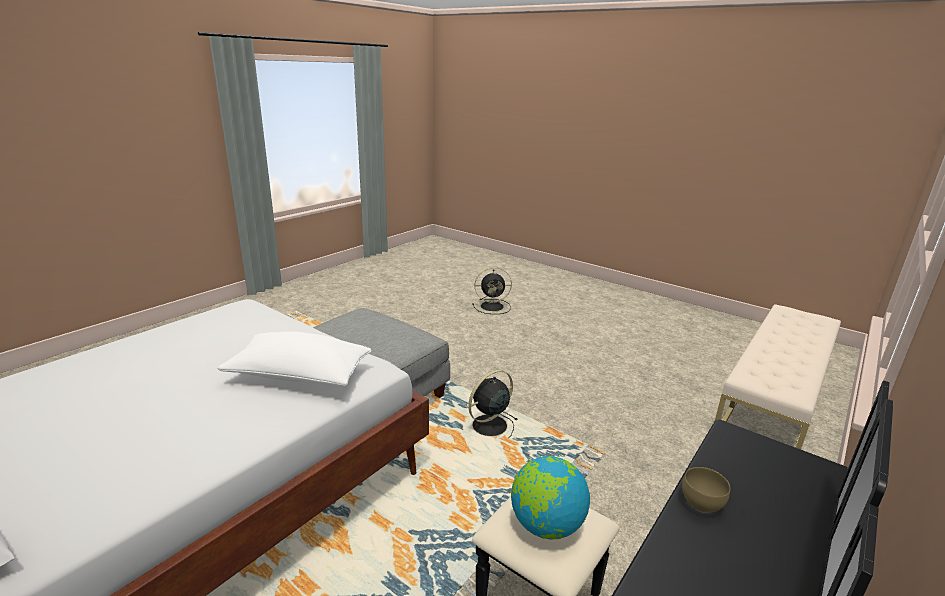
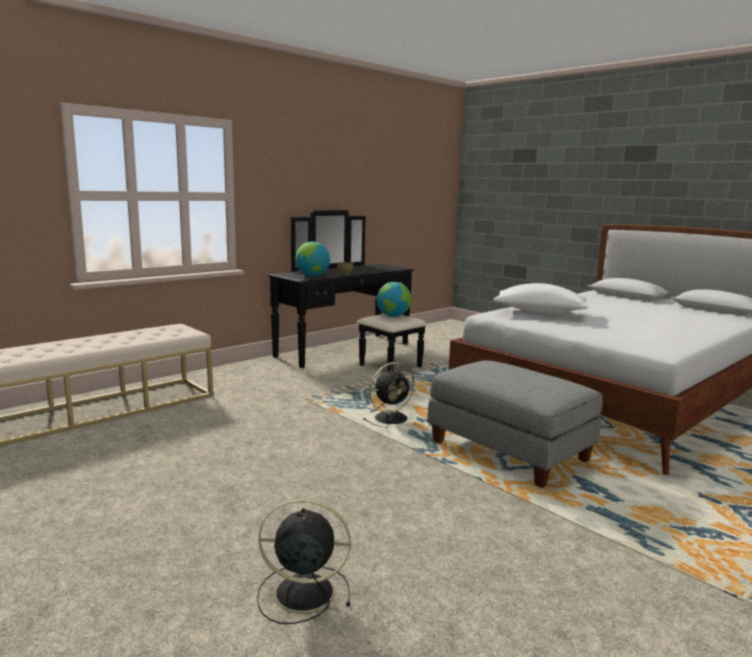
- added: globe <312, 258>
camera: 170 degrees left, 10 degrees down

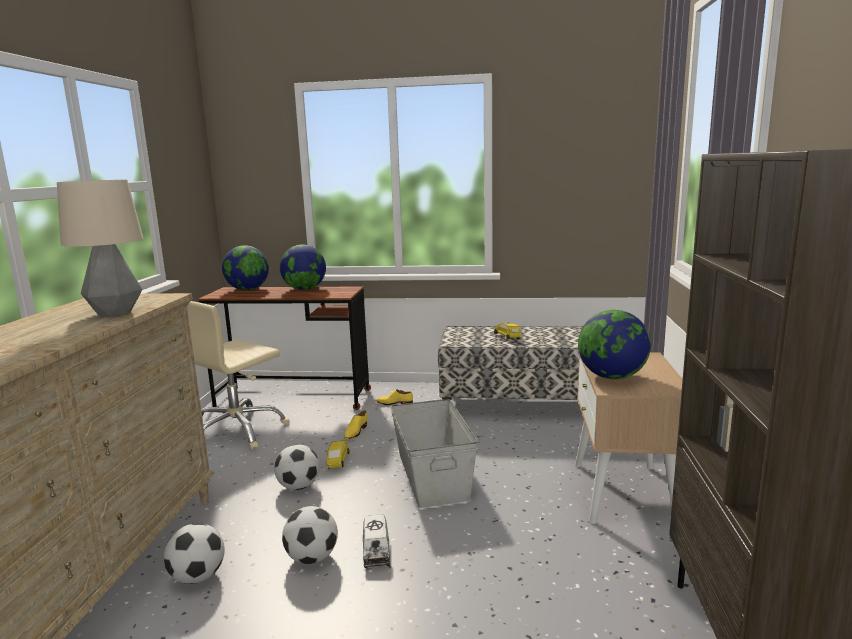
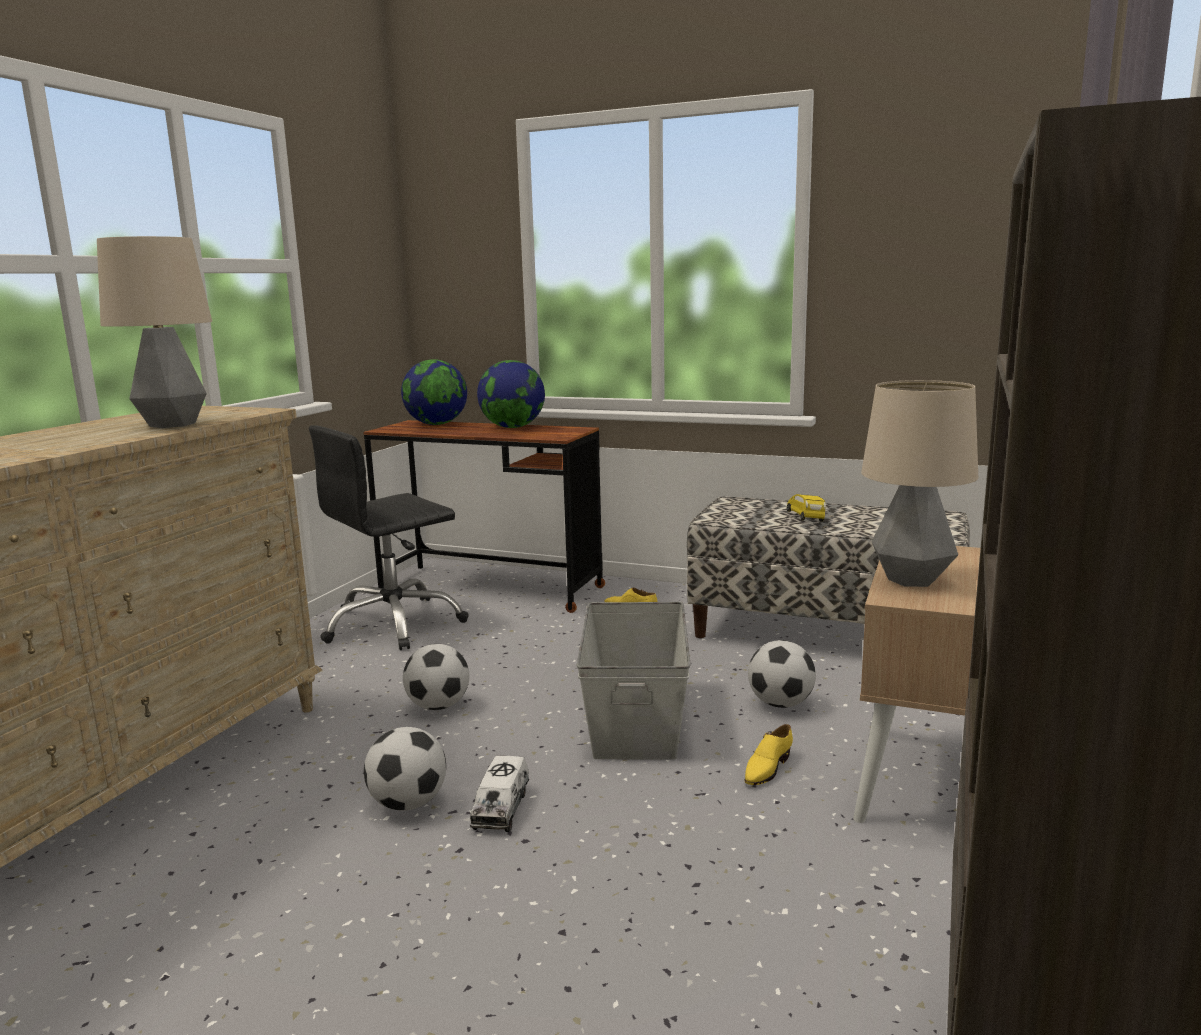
- recoloured: beige office chair <238, 375> to black office chair <389, 537>
- moved: yellow shoe <356, 424> to <768, 754>
- moved: football <194, 553> to <782, 674>
- replaced: globe <614, 344> to table lamp <919, 483>
- removed: yellow toy car <338, 454>
camera: 15 degrees right, 0 degrees up

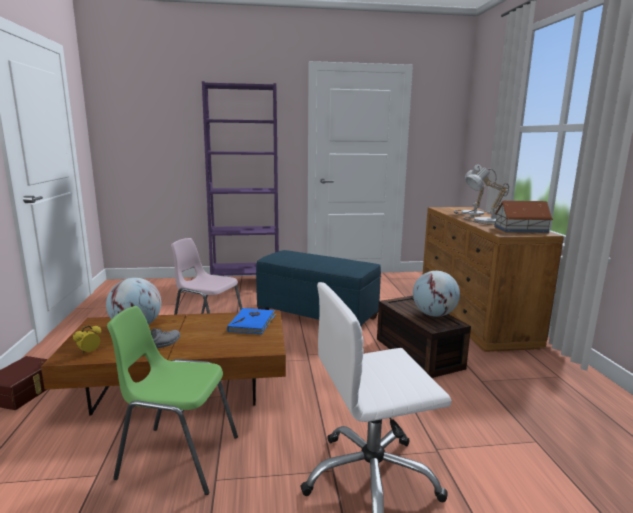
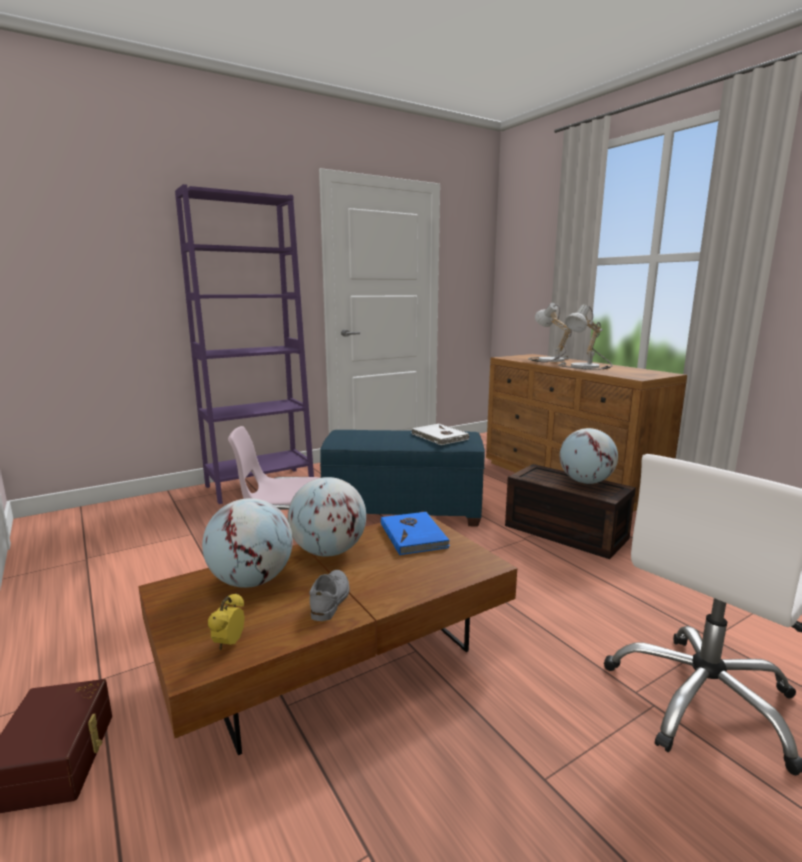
- added: globe <327, 517>
- added: white book <440, 434>
- removed: green chair <172, 400>
- removed: toy house <524, 217>
camera: 25 degrees left, 0 degrees up

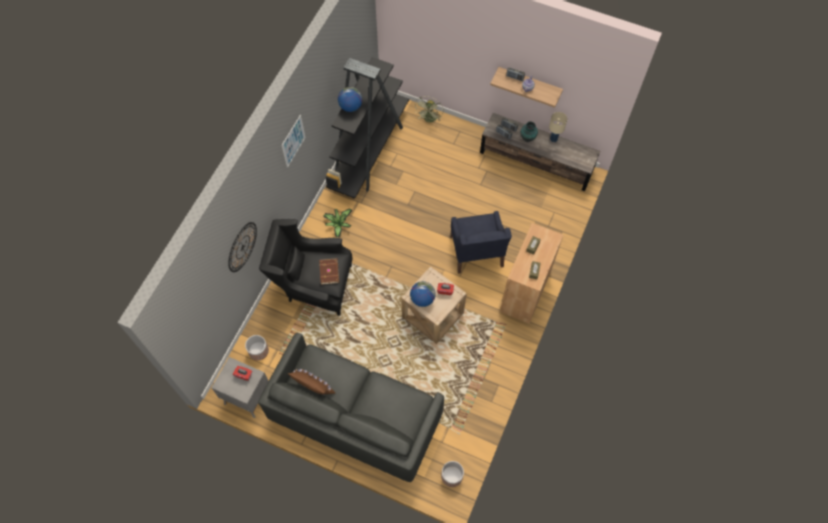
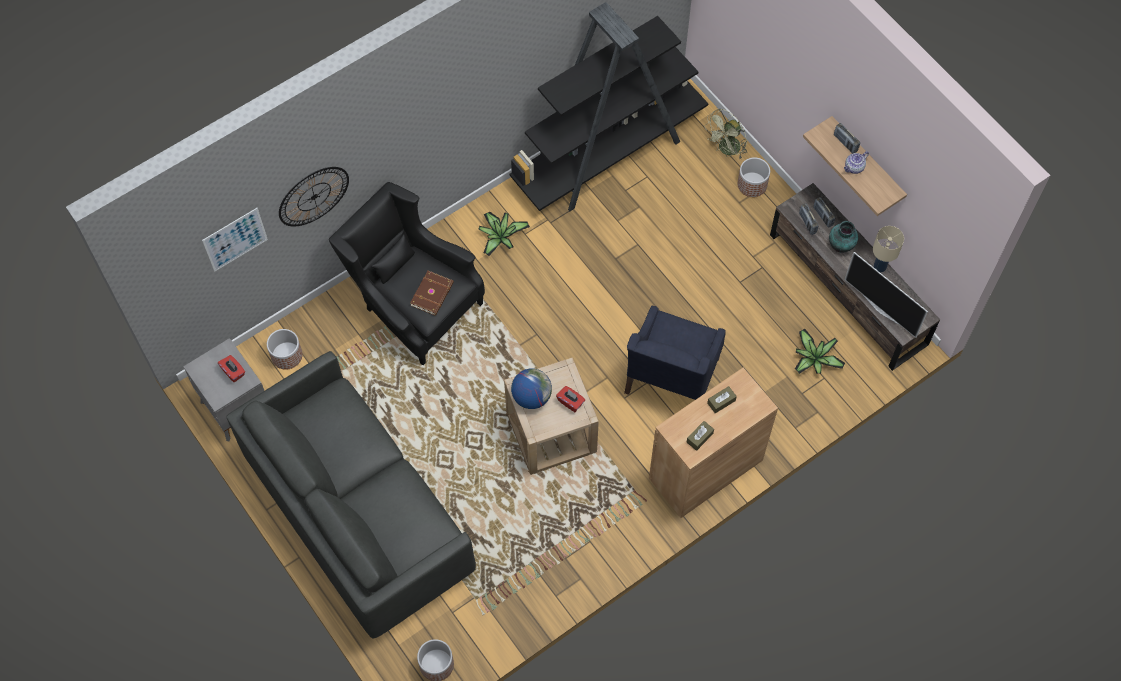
- moved: picture <293, 141> to <235, 240>
- added: planter <754, 177>
- added: potted plant <820, 351>
- added: television <886, 295>
- removed: brown pillow <312, 381>
- removed: globe <350, 99>
camera: 30 degrees right, 0 degrees up

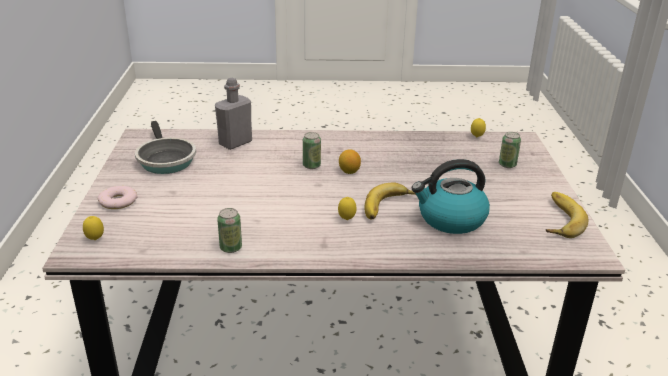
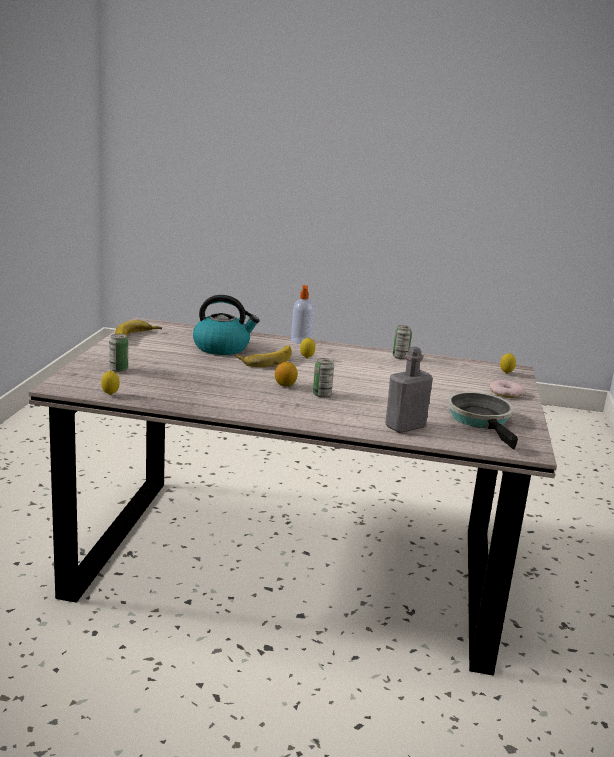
- added: soap dispenser <302, 314>
camera: 170 degrees left, 10 degrees down

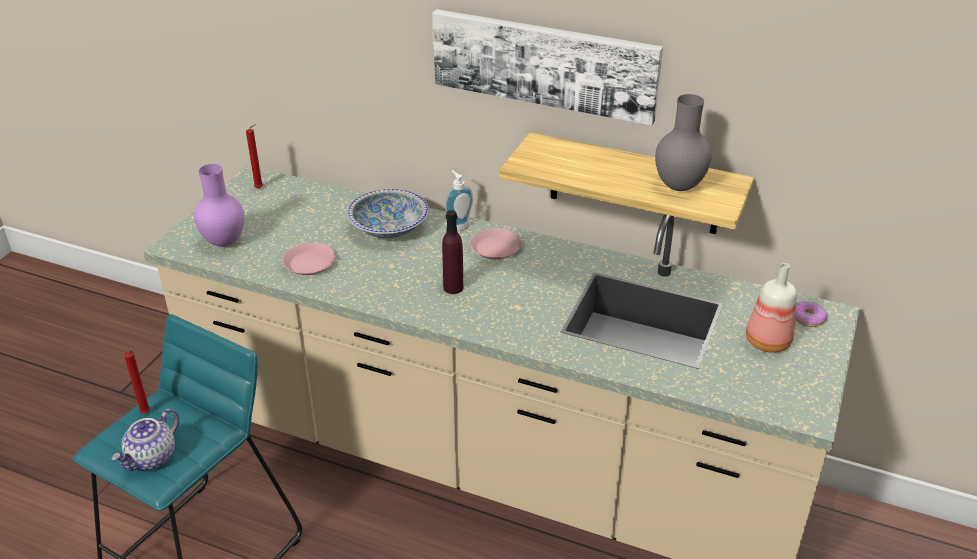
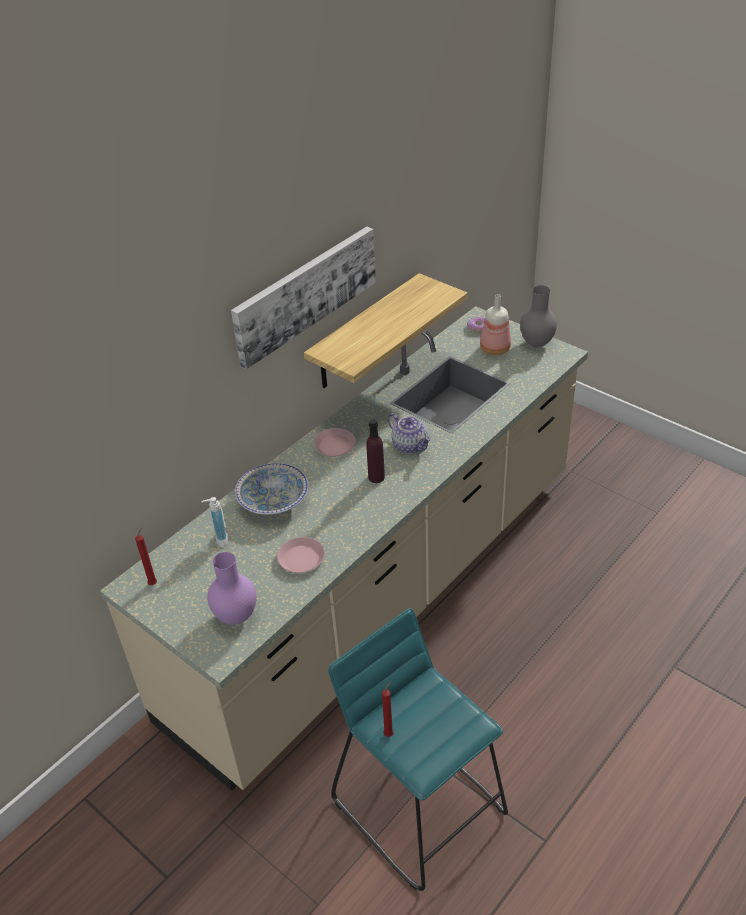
- moved: soap dispenser <459, 201> to <214, 522>
- moved: teapot <145, 440> to <410, 433>
- moved: grey vase <683, 142> to <538, 316>
camera: 70 degrees left, 5 degrees up

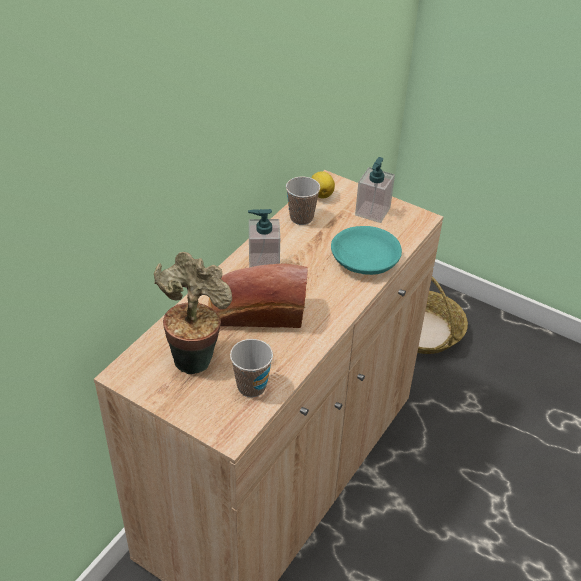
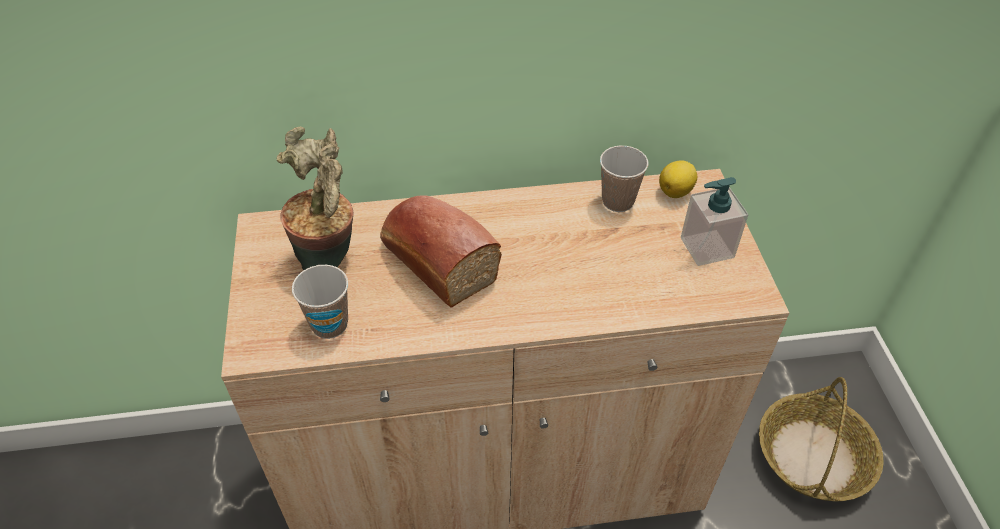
- removed: soap dispenser <264, 238>
- removed: turquoise bowl <366, 250>
camera: 50 degrees right, 5 degrees up

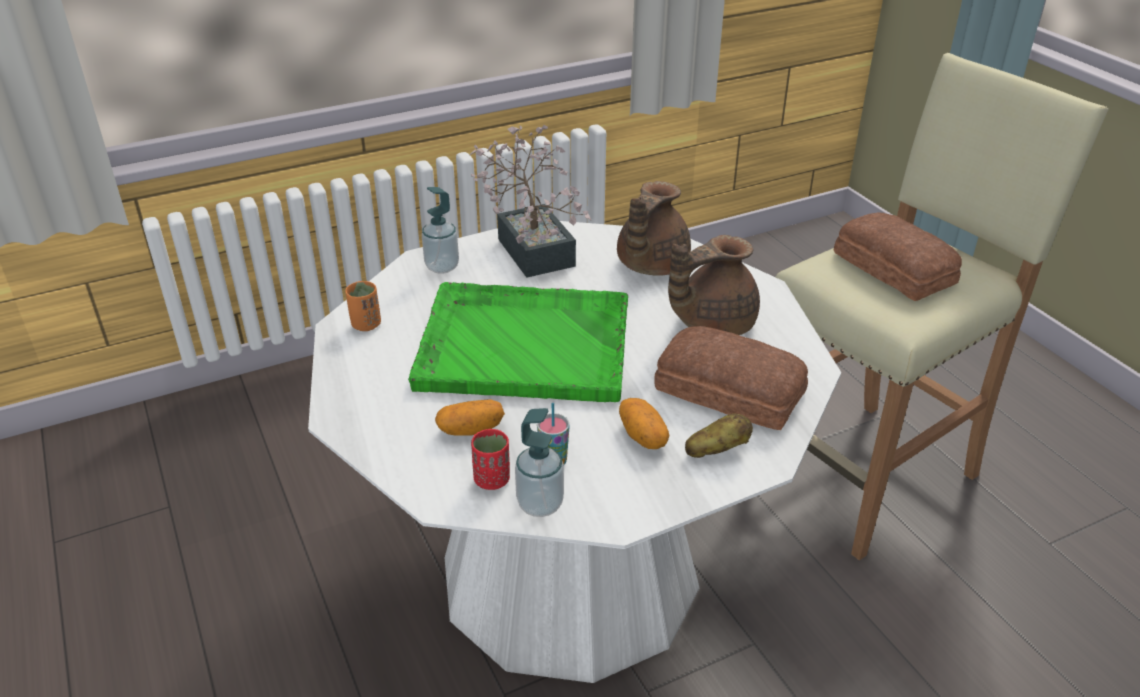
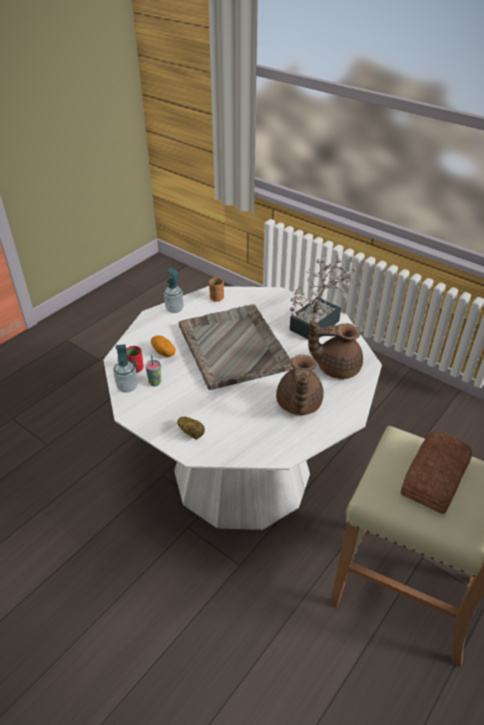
- moved: soap dispenser <440, 230> to <174, 290>
- recoloured: green tray <518, 342> to grey tray <235, 347>
- turned: brown teapot <714, 285> = <300, 385> 120 degrees counterclockwise
- removed: potato <644, 423>
- removed: bread <731, 378>
camera: 65 degrees right, 5 degrees up

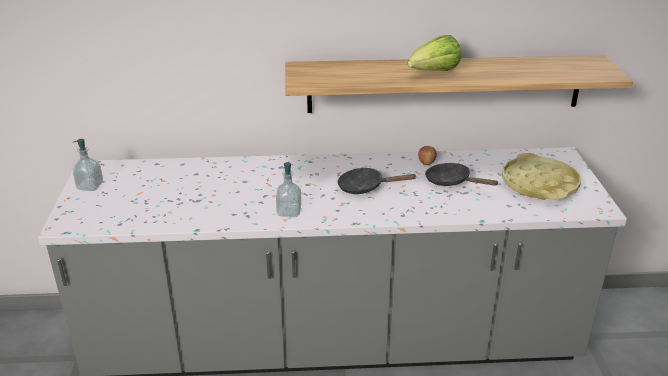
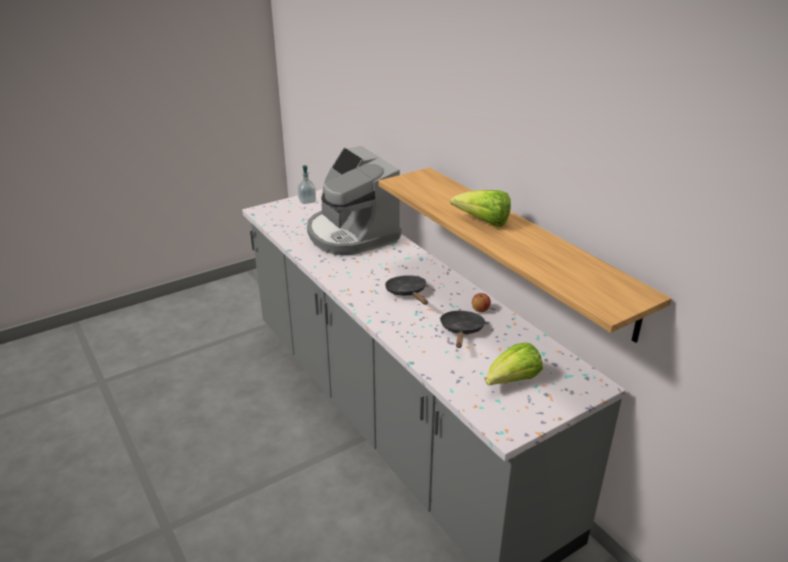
- added: coffee machine <354, 200>
- replaced: yellow tray <541, 176> to lettuce <514, 364>
- removed: soap dispenser <288, 189>
camera: 60 degrees right, 0 degrees up

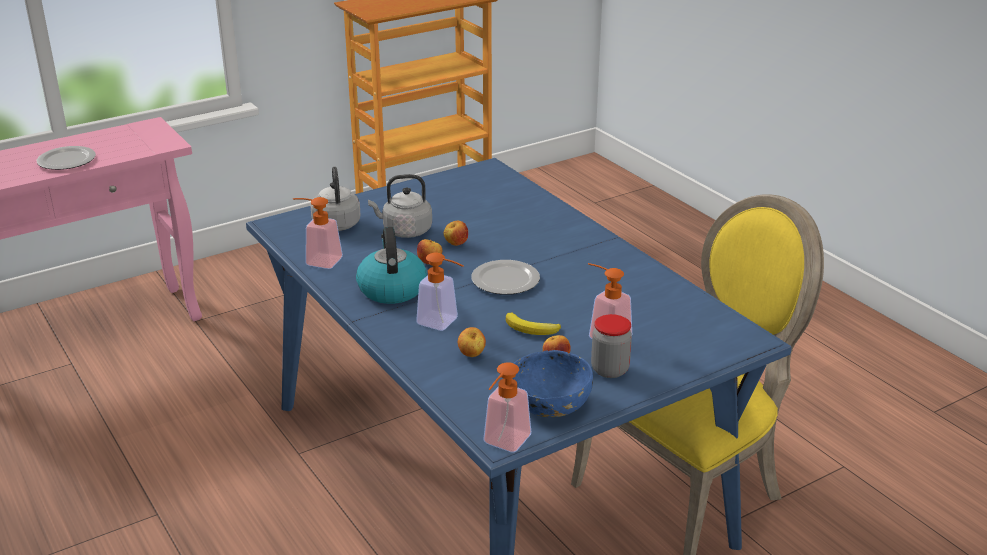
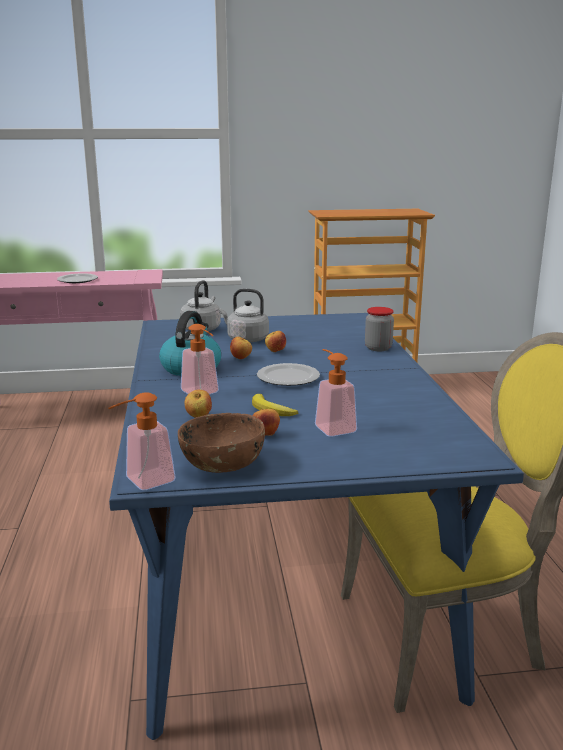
- recoloured: blue bowl <552, 383> to brown bowl <221, 443>
- moved: jar <611, 346> to <379, 329>
- removed: soap dispenser <318, 233>
camera: 25 degrees right, 10 degrees down

